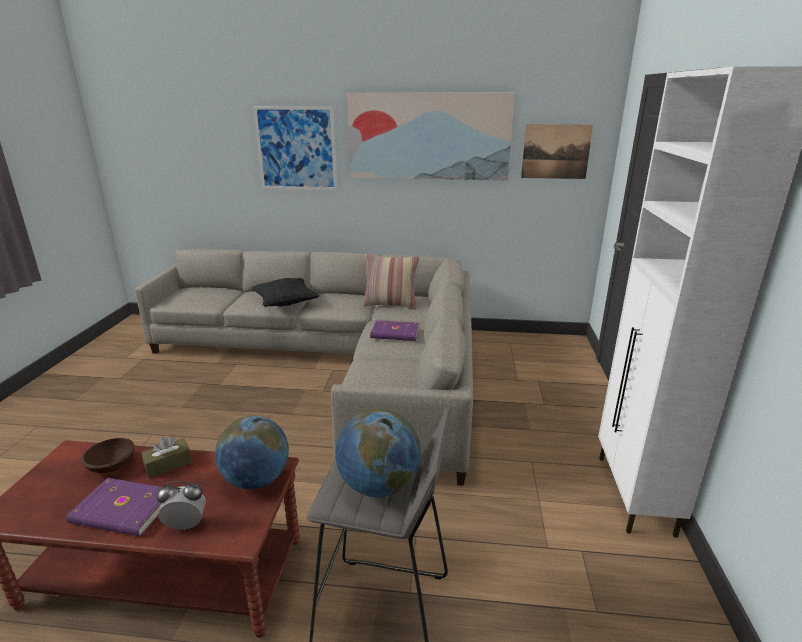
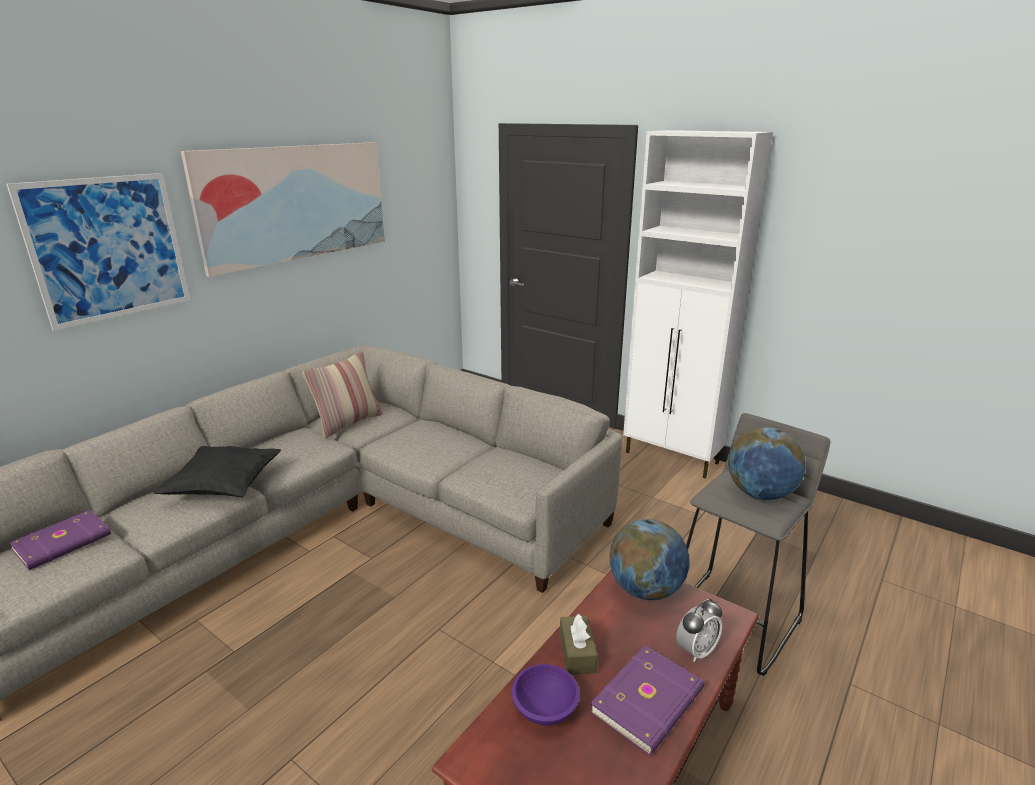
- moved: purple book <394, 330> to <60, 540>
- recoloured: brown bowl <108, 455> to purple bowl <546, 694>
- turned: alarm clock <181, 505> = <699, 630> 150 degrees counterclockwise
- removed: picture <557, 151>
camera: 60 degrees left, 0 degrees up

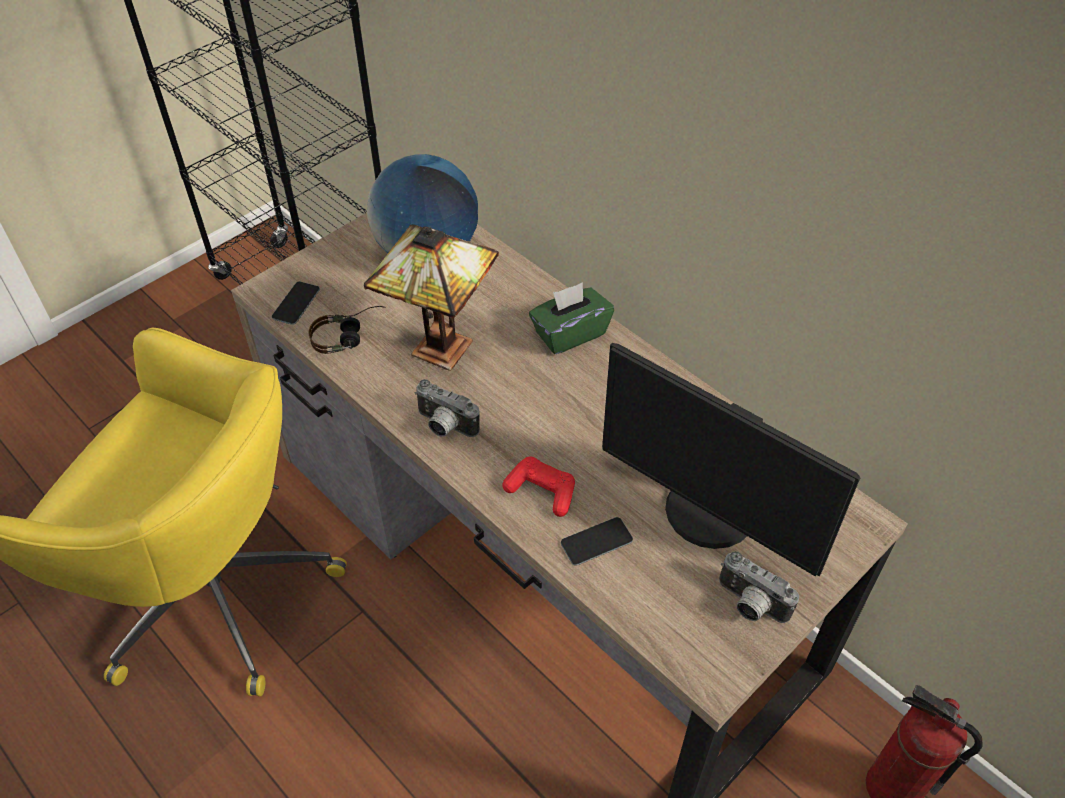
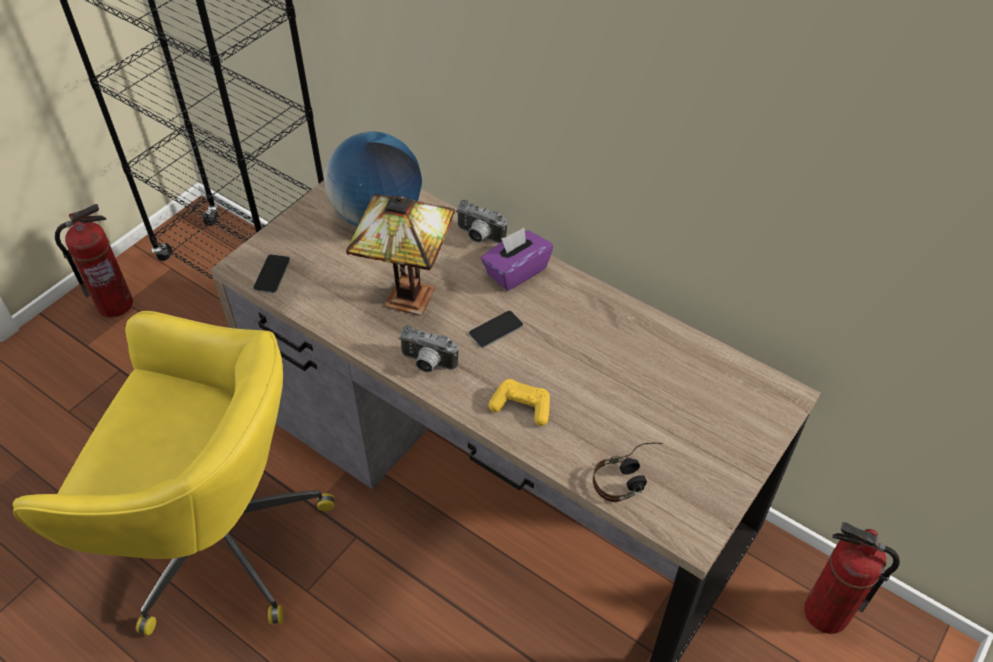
- added: fire extinguisher <94, 260>
- moved: photo camera <759, 587> to <481, 222>
- moved: phone <597, 541> to <496, 329>
- recoloured: green tissue box <571, 318> to purple tissue box <517, 259>
- recoloured: red game controller <539, 486> to yellow game controller <519, 402>
- moved: headphones <347, 330> to <628, 472>
- removed: monitor <731, 459>
camera: 10 degrees left, 0 degrees up

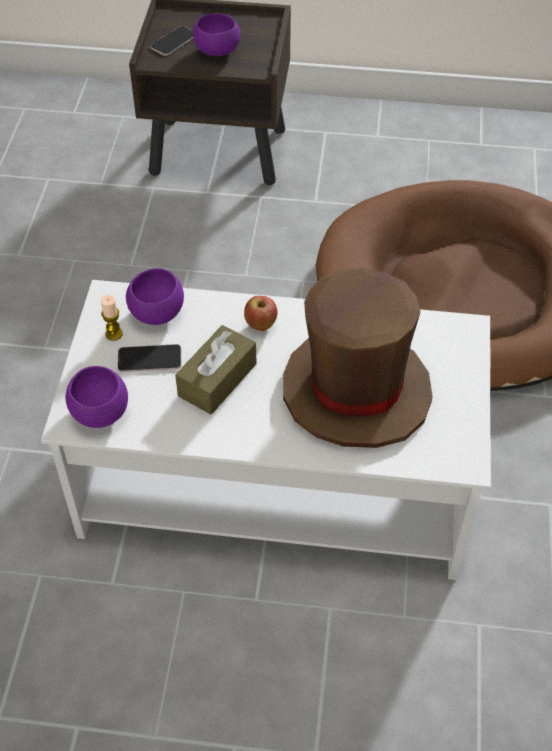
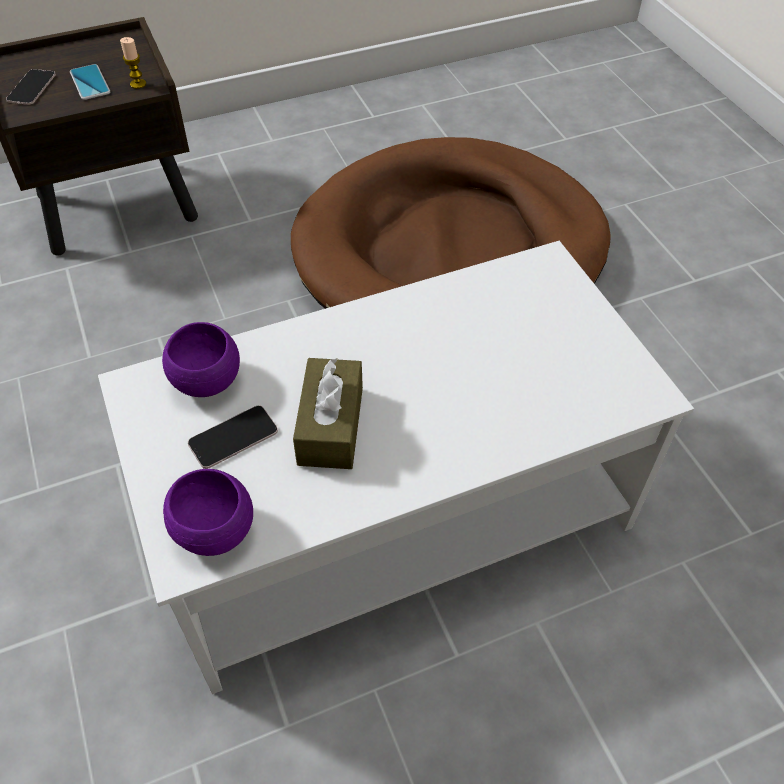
- replaced: purple bowl <216, 34> to phone <90, 82>
- moved: candle <112, 318> to <133, 63>
- removed: apple <260, 313>
- removed: brown hat <358, 358>
camera: 30 degrees left, 0 degrees up

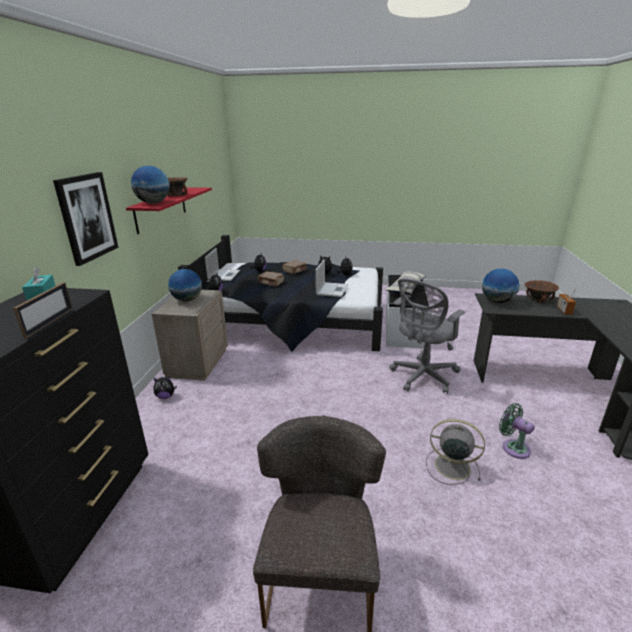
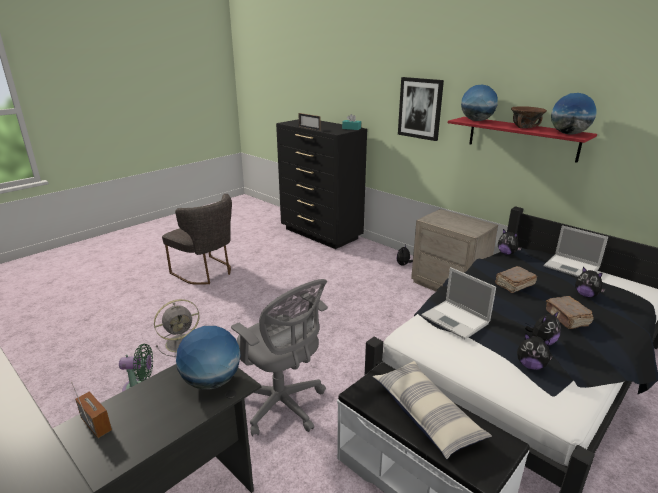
- turned: grey office chair <427, 336> = <279, 358> 150 degrees clockwise
- moved: globe <185, 285> to <574, 114>
- removed: brown bowl <542, 291>
camera: 125 degrees right, 0 degrees up

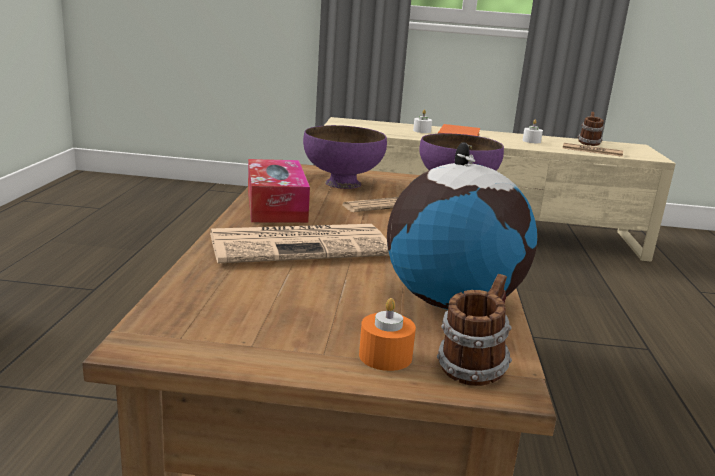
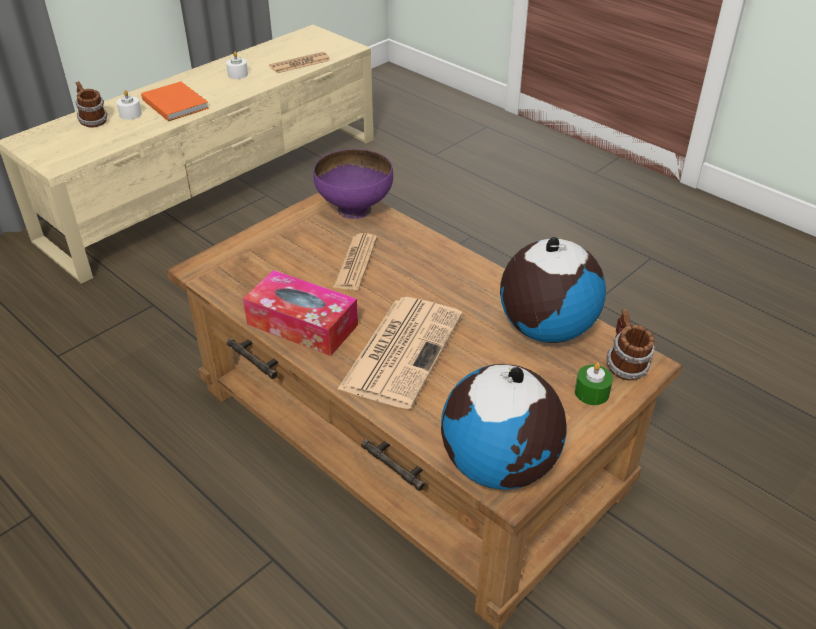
- moved: mug <591, 129> to <91, 104>
- added: globe <504, 427>
- recoloured: orange candle <387, 334> to green candle <594, 383>
- removed: purple bowl <345, 157>
camera: 50 degrees left, 20 degrees up

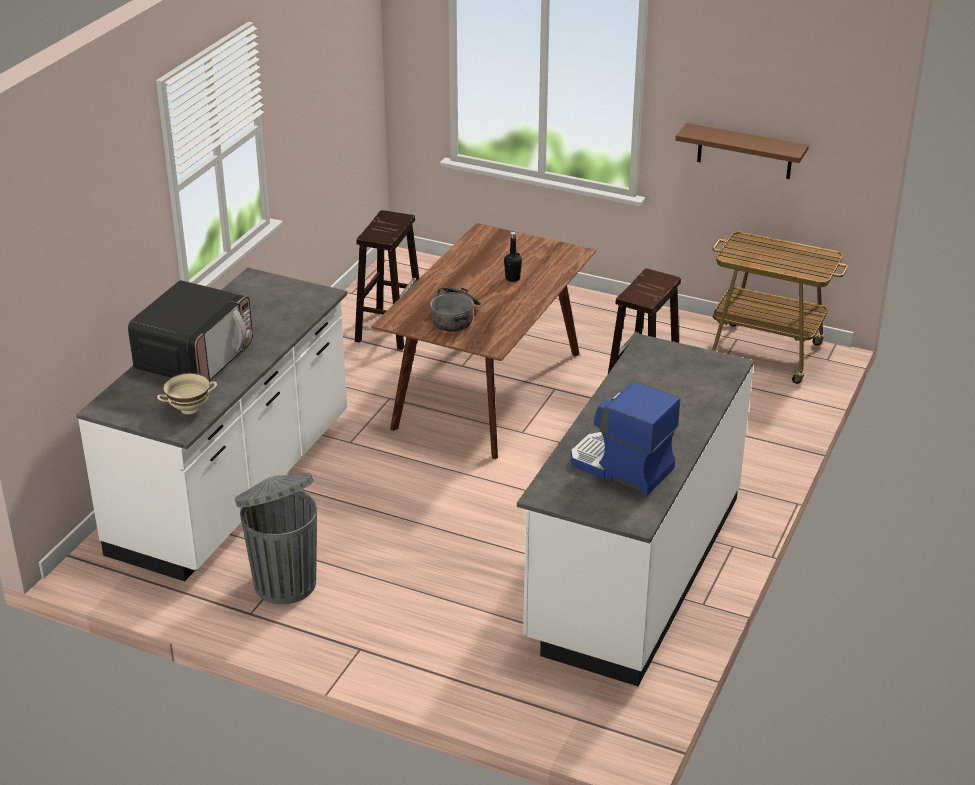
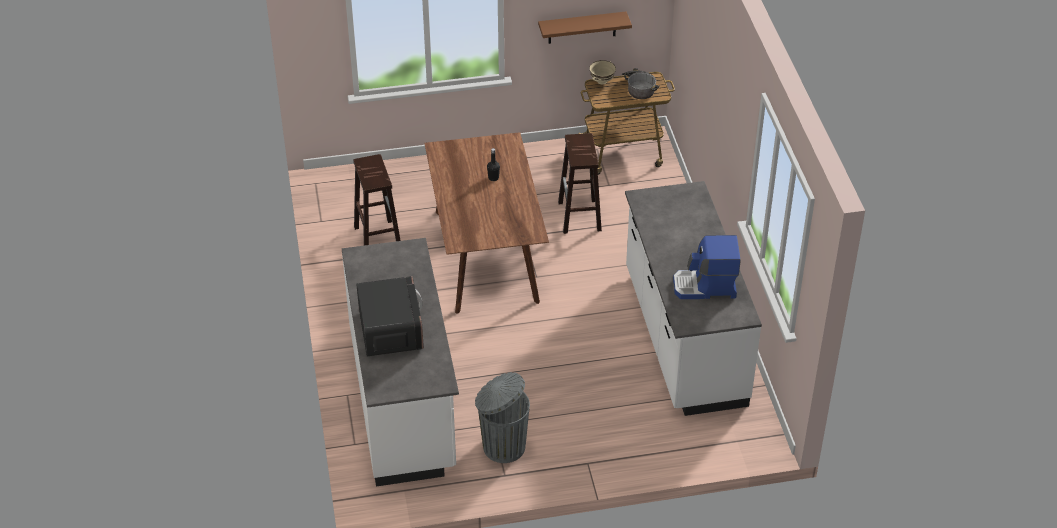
- moved: beige bowl <187, 393> to <602, 72>
- moved: cooking pot <455, 309> to <641, 83>
camera: 35 degrees left, 10 degrees up

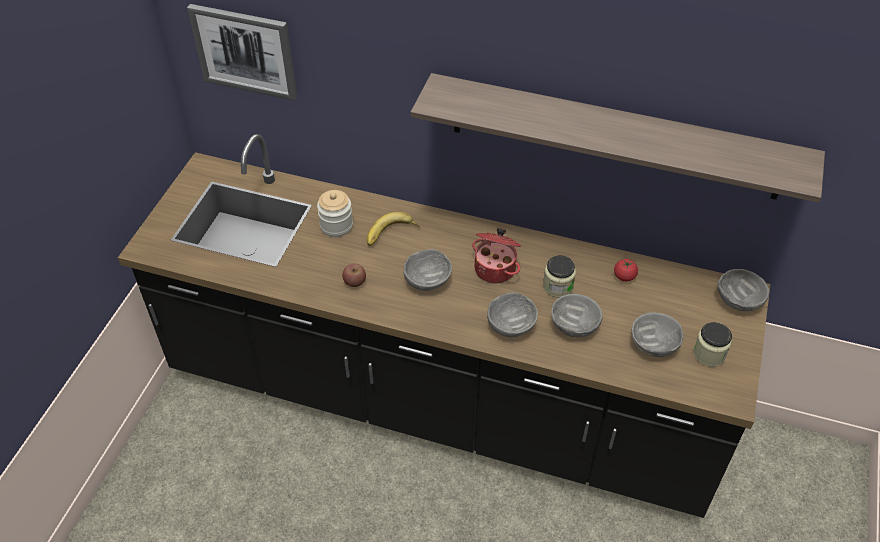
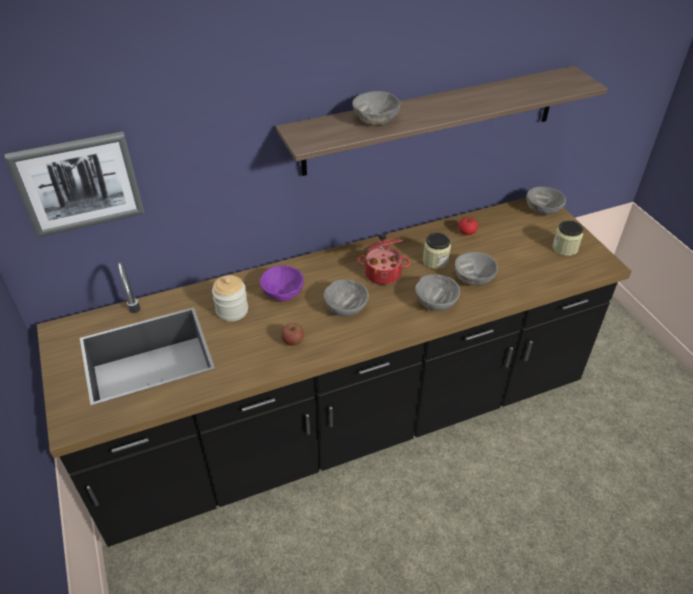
- replaced: banana <393, 229> to purple bowl <282, 283>
- moved: grey bowl <658, 334> to <376, 108>
camera: 40 degrees left, 5 degrees down

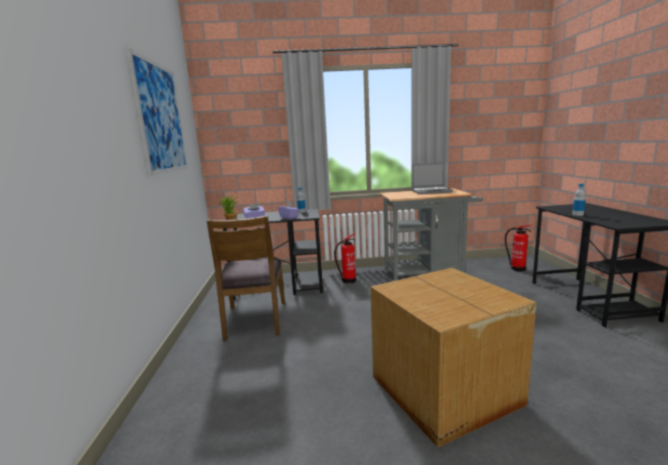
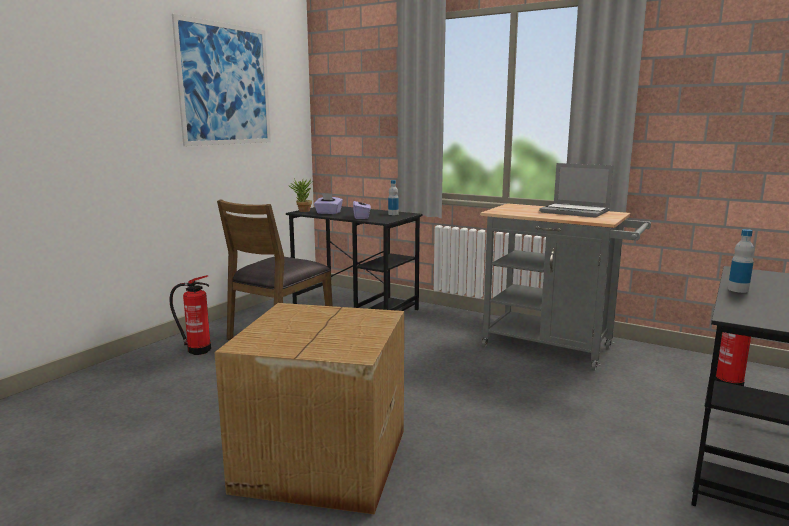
- moved: fire extinguisher <345, 258> to <190, 315>
camera: 35 degrees right, 0 degrees up

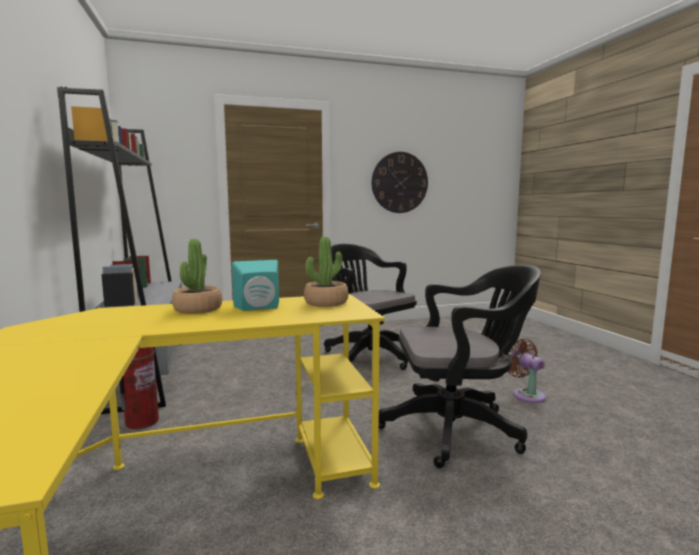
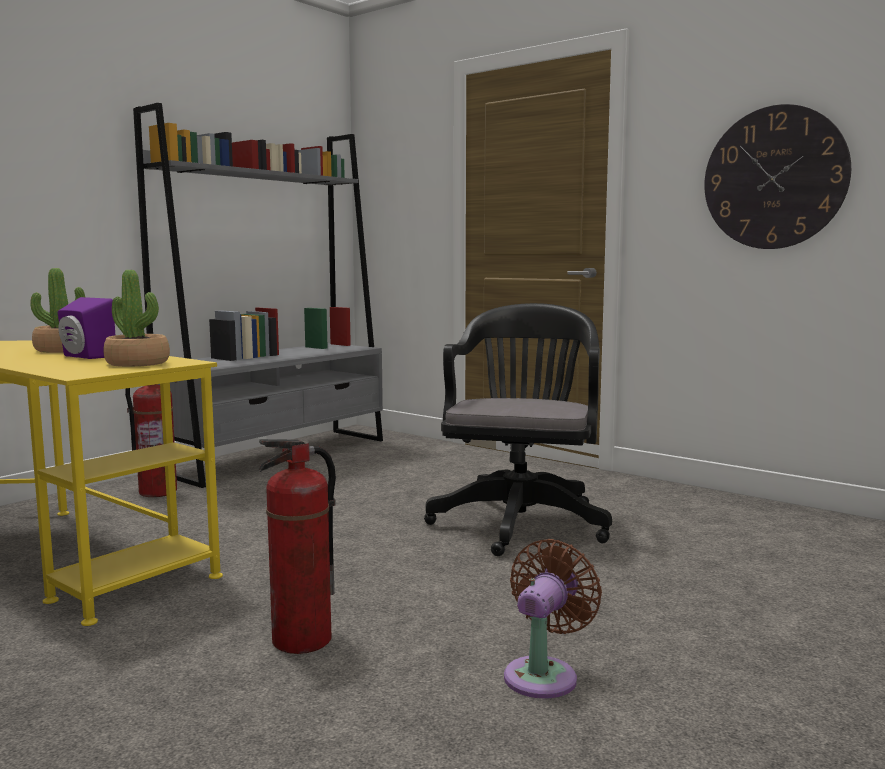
- recoloured: turquoise speaker <255, 285> to purple speaker <86, 328>
- replaced: black office chair <460, 366> to fire extinguisher <297, 546>
camera: 55 degrees right, 0 degrees up

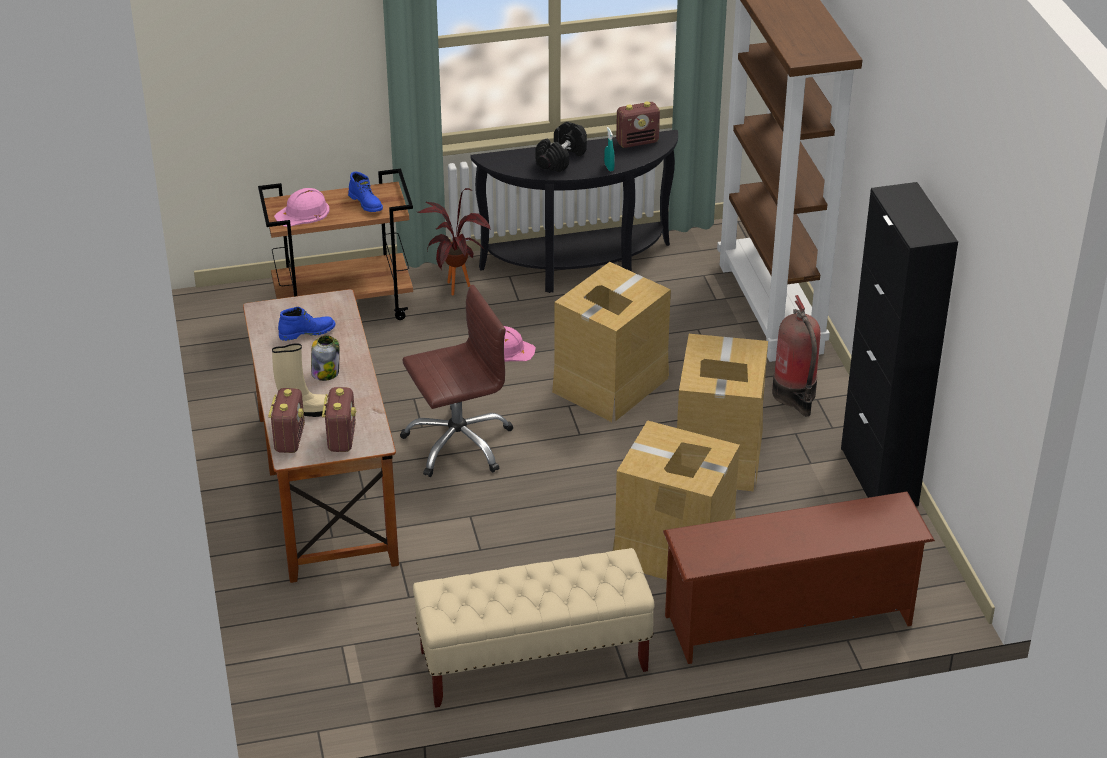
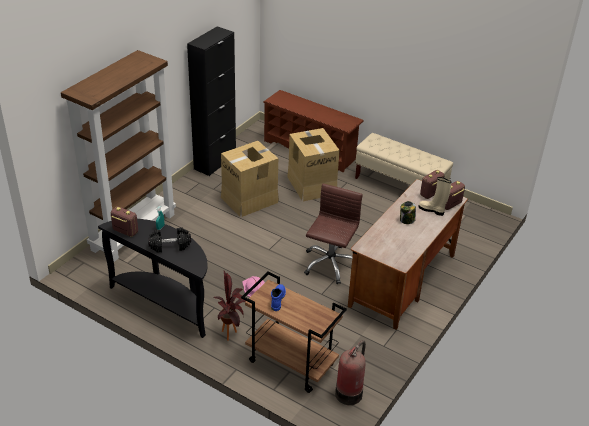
- turned: brown office chair <456, 381> = <333, 233> 90 degrees clockwise
- moved: fire extinguisher <796, 355> to <350, 372>
- removed: pink hard hat <302, 207>
- removed: blue boot <307, 324>
- removed: cardboard box <611, 342>
camera: 135 degrees left, 0 degrees up

